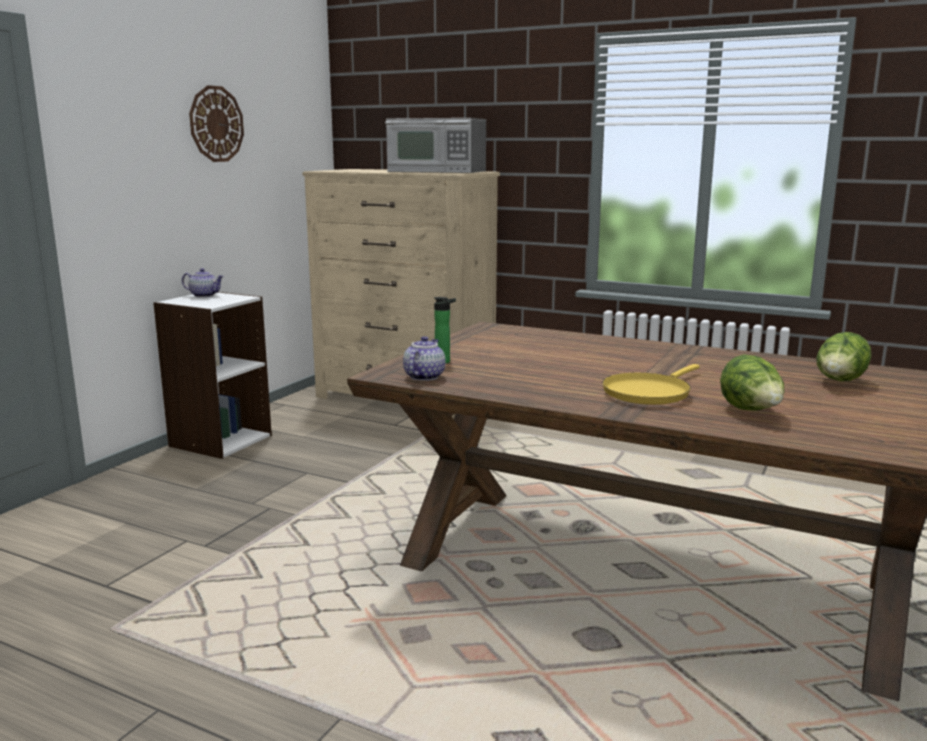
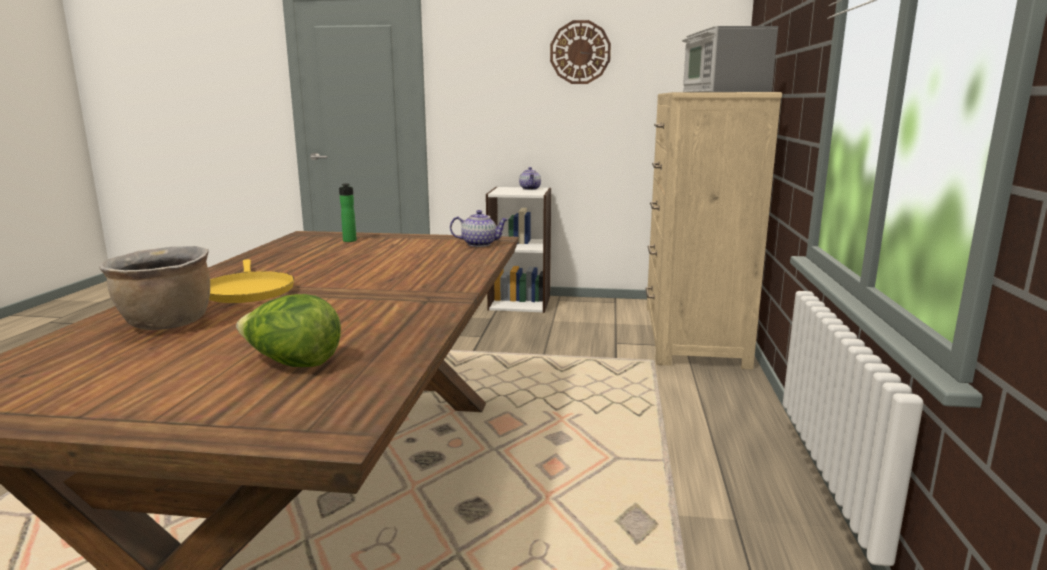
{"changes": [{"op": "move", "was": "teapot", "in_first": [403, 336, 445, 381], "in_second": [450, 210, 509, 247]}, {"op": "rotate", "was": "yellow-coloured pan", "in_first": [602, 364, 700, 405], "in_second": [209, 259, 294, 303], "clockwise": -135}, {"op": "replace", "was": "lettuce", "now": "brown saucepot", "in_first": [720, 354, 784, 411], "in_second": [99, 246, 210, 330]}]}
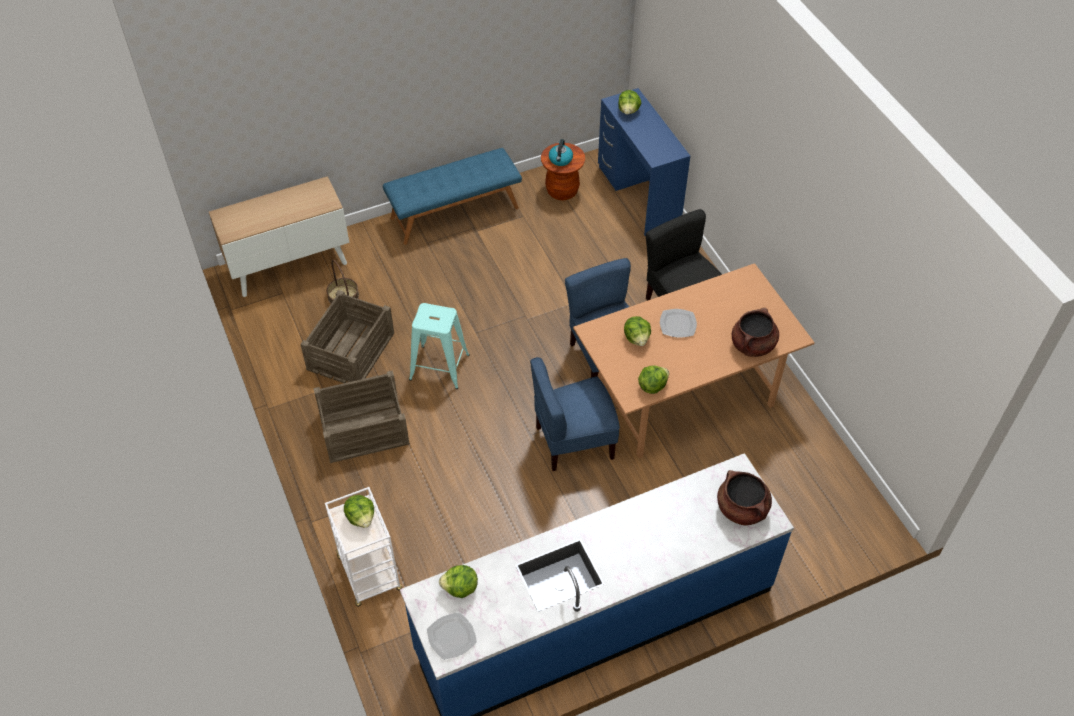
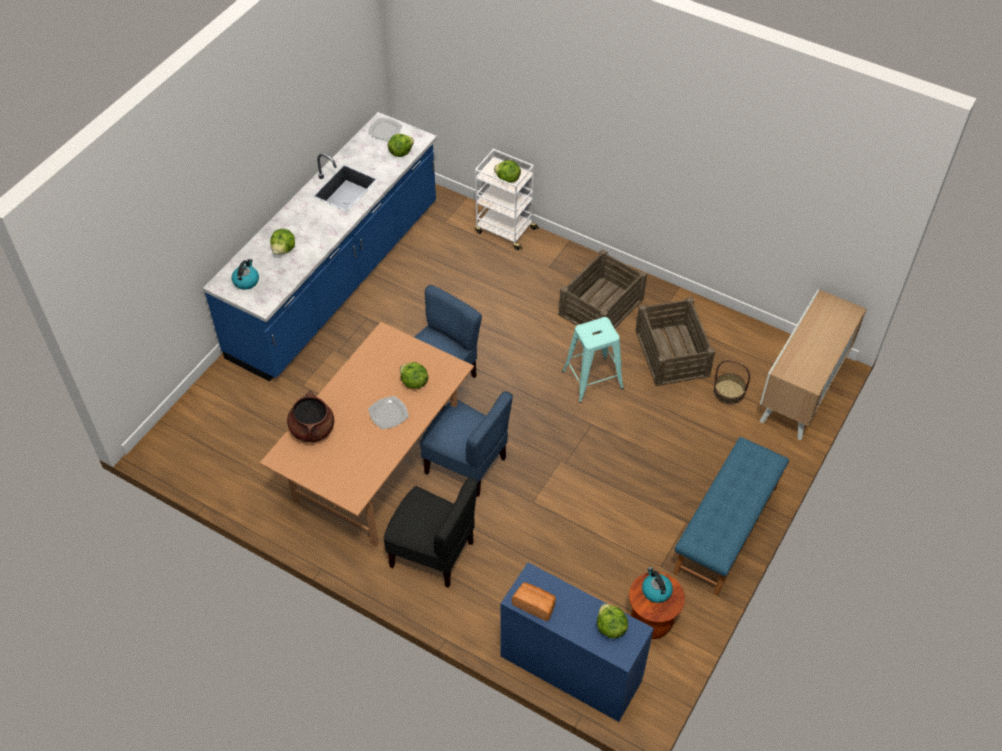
{"changes": [{"op": "move", "was": "lettuce", "in_first": [638, 365, 669, 394], "in_second": [270, 229, 295, 255]}, {"op": "replace", "was": "brown saucepot", "now": "water kettle", "in_first": [717, 470, 772, 525], "in_second": [232, 259, 259, 290]}, {"op": "insert", "now": "bread", "in_second": [512, 582, 556, 621]}]}
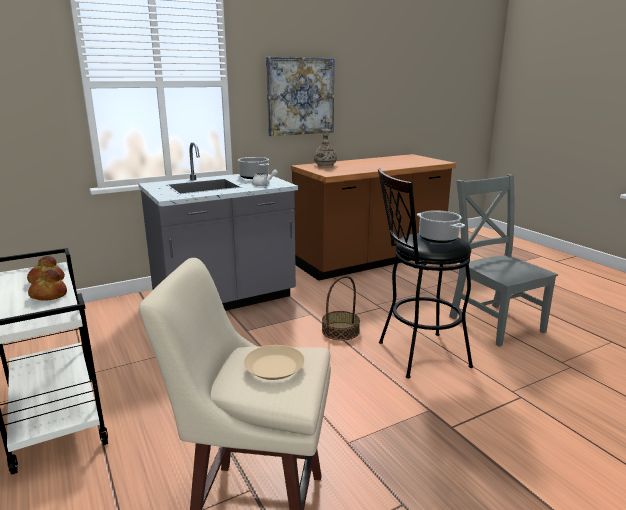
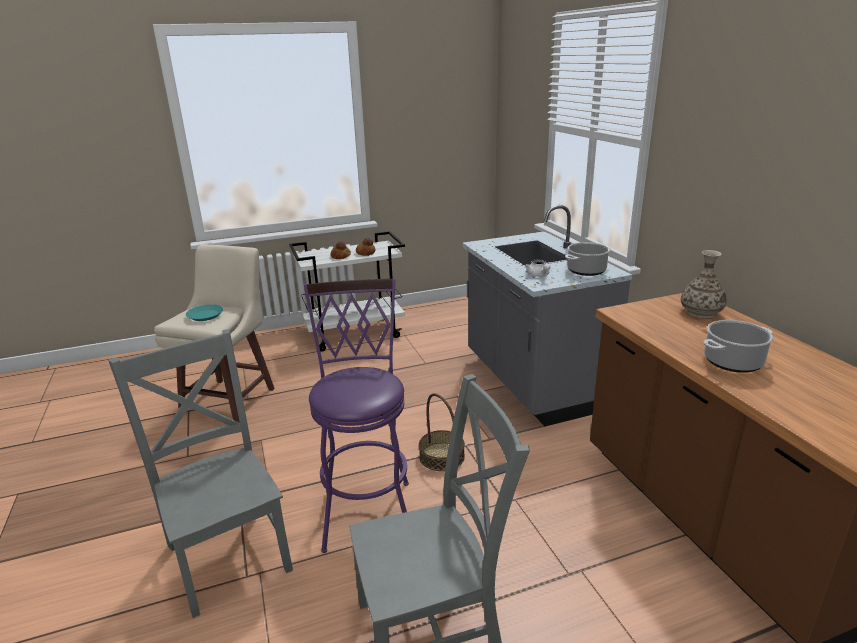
{"changes": [{"op": "recolor", "was": "beige-coloured plate", "now": "turquoise plate", "in_first": [244, 345, 305, 380], "in_second": [186, 304, 223, 321]}, {"op": "delete", "was": "wall art", "in_first": [266, 57, 334, 136]}, {"op": "recolor", "was": "black-coloured sitting stool", "now": "purplish sitting stool", "in_first": [378, 168, 473, 378], "in_second": [304, 279, 409, 553]}, {"op": "move", "was": "saucepot", "in_first": [417, 210, 465, 243], "in_second": [703, 320, 773, 373]}, {"op": "insert", "now": "greyish upright chair", "in_second": [108, 329, 293, 618]}]}
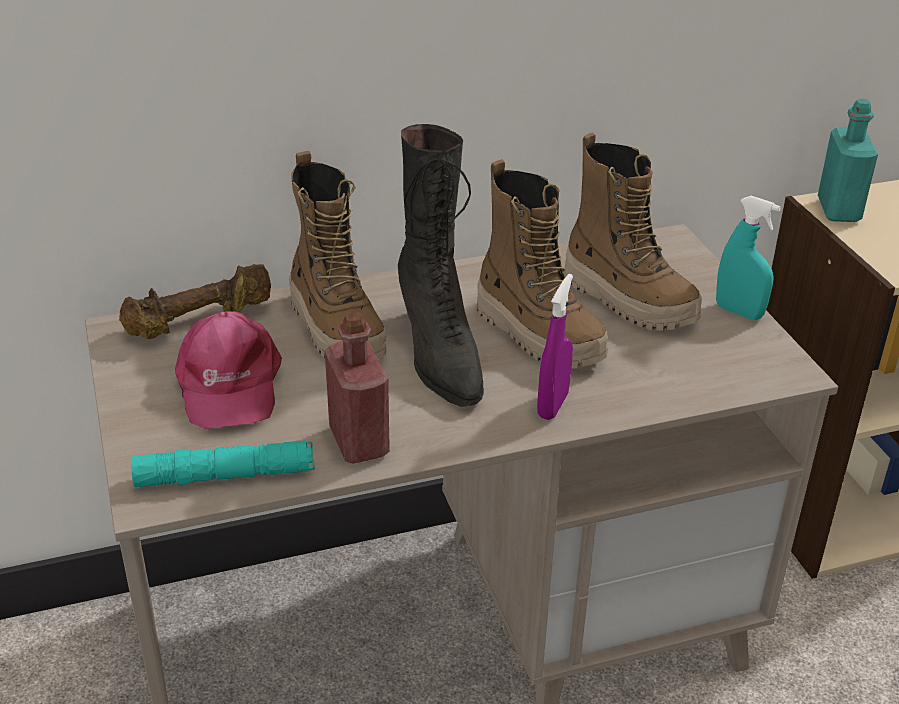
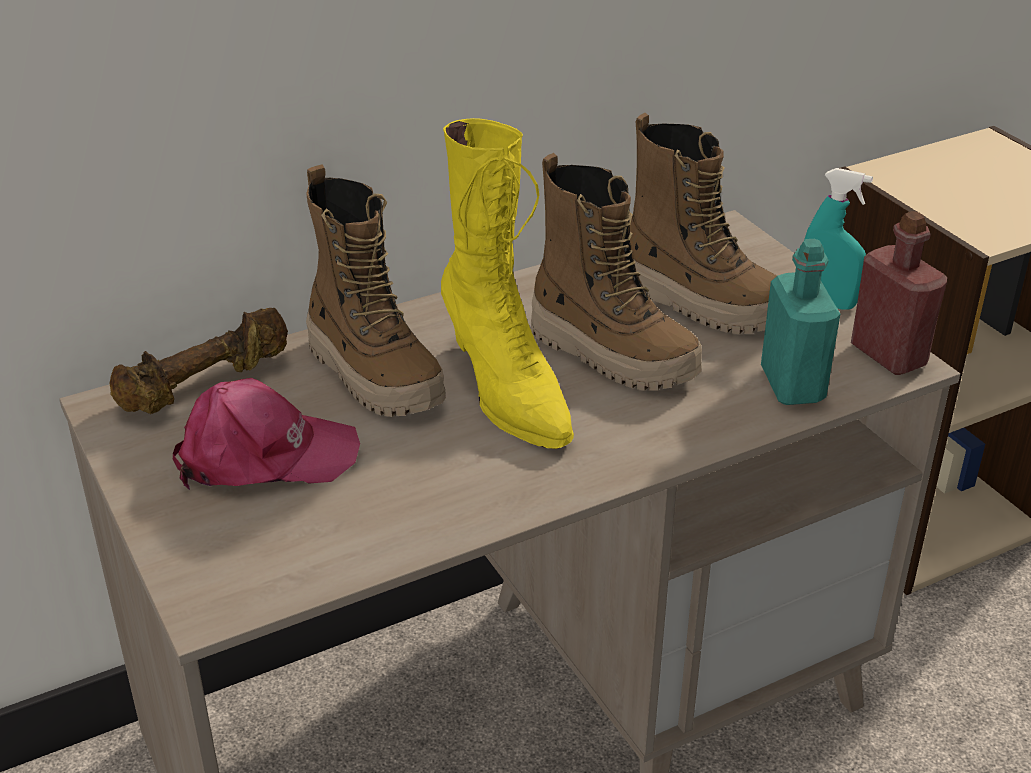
{"changes": [{"op": "delete", "was": "turquoise torch", "in_first": [131, 440, 315, 487]}, {"op": "rotate", "was": "pink-coloured cap", "in_first": [175, 311, 282, 429], "in_second": [173, 378, 360, 490], "clockwise": -75}, {"op": "move", "was": "red beverage bottle", "in_first": [325, 311, 390, 463], "in_second": [851, 211, 947, 375]}, {"op": "recolor", "was": "black-coloured boot", "now": "yellow-coloured boot", "in_first": [398, 124, 484, 408], "in_second": [441, 118, 574, 449]}, {"op": "delete", "was": "purplish spray bottle", "in_first": [537, 274, 573, 420]}, {"op": "move", "was": "turquoise beverage bottle", "in_first": [818, 99, 878, 222], "in_second": [761, 239, 840, 405]}]}
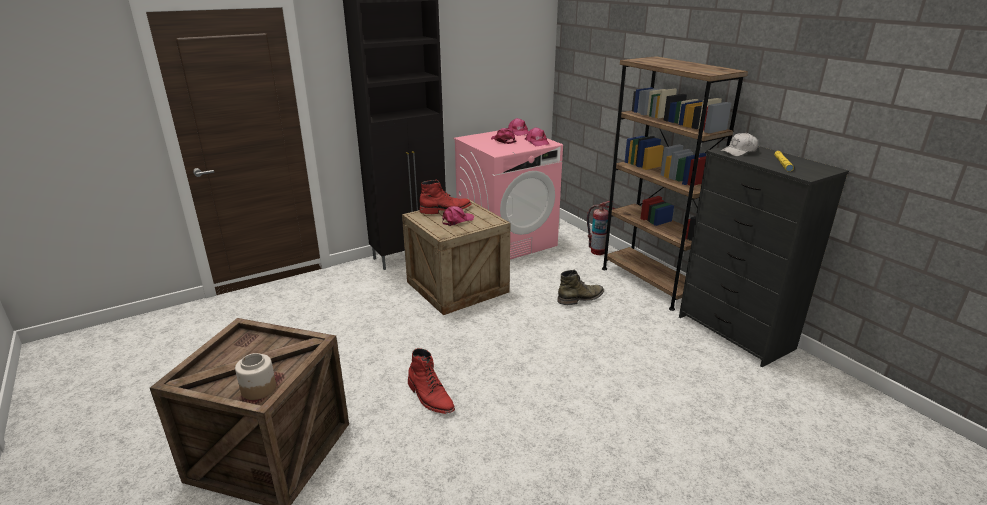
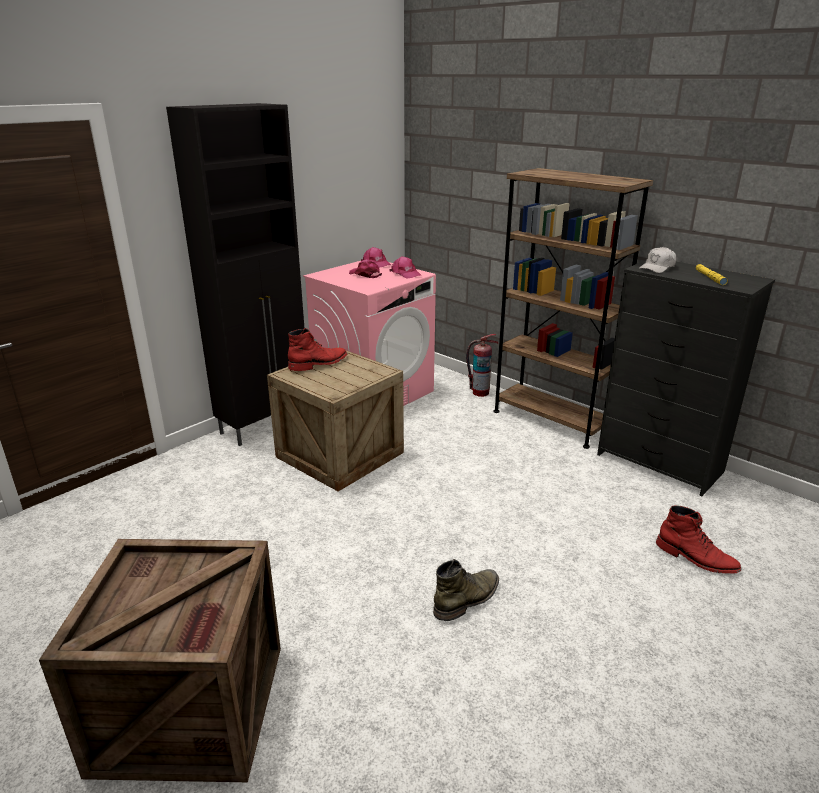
{"changes": [{"op": "delete", "was": "preserve jar", "in_first": [235, 353, 276, 400]}, {"op": "move", "was": "red boot", "in_first": [408, 348, 455, 414], "in_second": [656, 505, 742, 574]}, {"op": "delete", "was": "pink-coloured cap", "in_first": [442, 206, 474, 226]}, {"op": "move", "was": "green boot", "in_first": [557, 269, 604, 305], "in_second": [433, 559, 499, 621]}]}
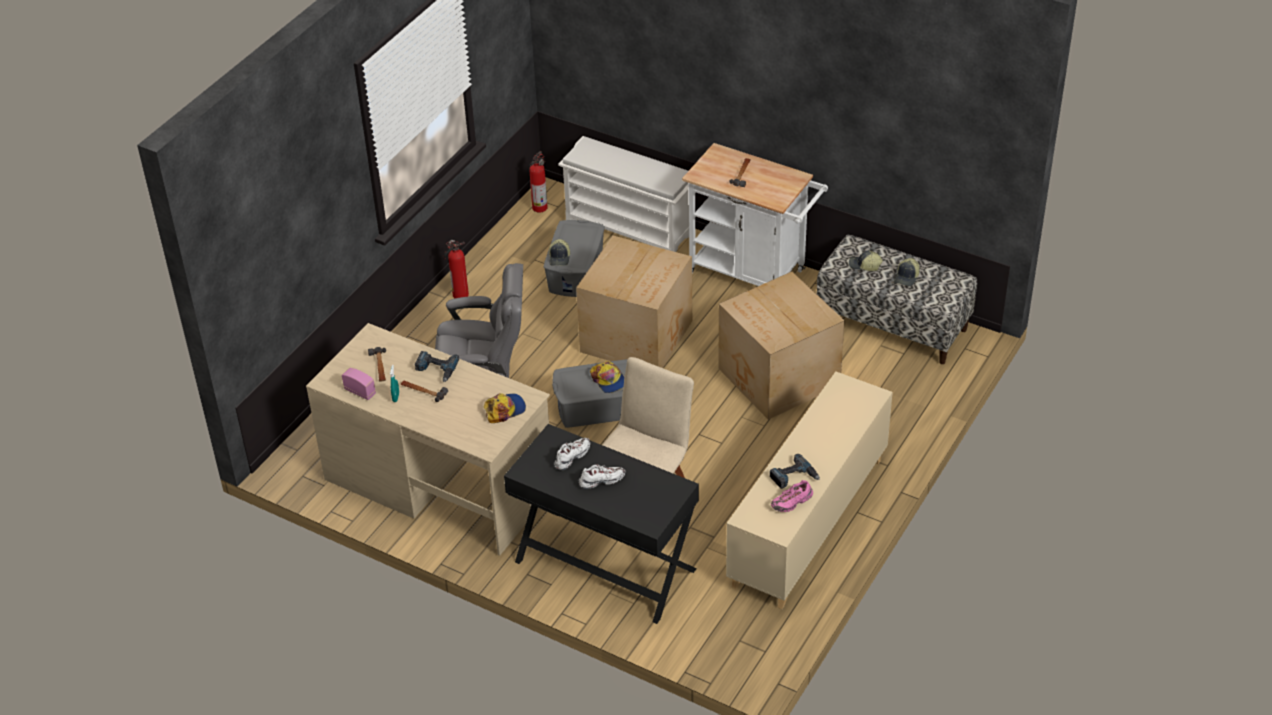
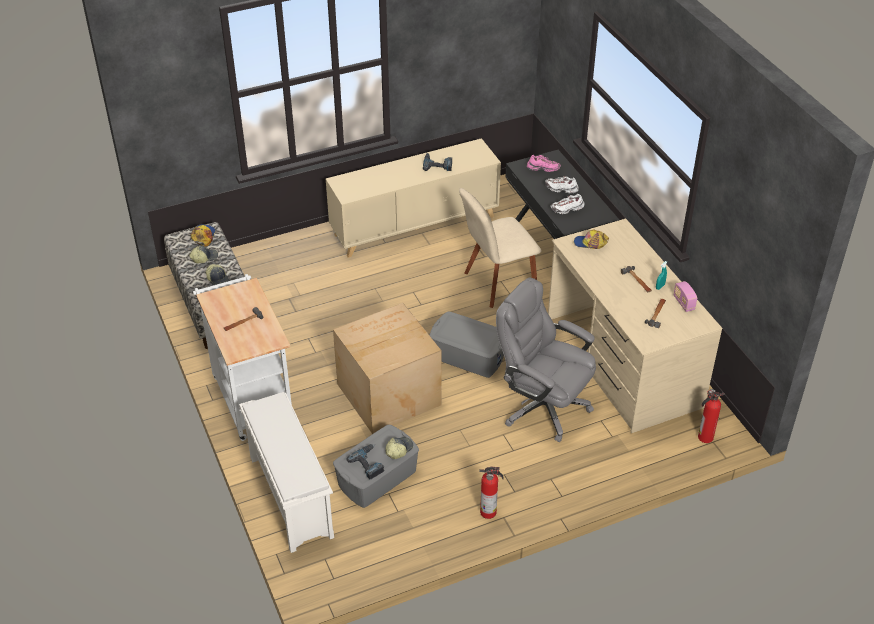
{"changes": [{"op": "move", "was": "electric drill", "in_first": [415, 351, 459, 382], "in_second": [346, 444, 384, 480]}, {"op": "move", "was": "extinguisher", "in_first": [529, 151, 548, 213], "in_second": [698, 389, 725, 443]}, {"op": "move", "was": "cap", "in_first": [590, 361, 624, 393], "in_second": [190, 224, 216, 246]}, {"op": "delete", "was": "carton", "in_first": [718, 272, 845, 420]}, {"op": "move", "was": "pink-coloured shoe", "in_first": [771, 480, 813, 512], "in_second": [527, 155, 561, 172]}]}
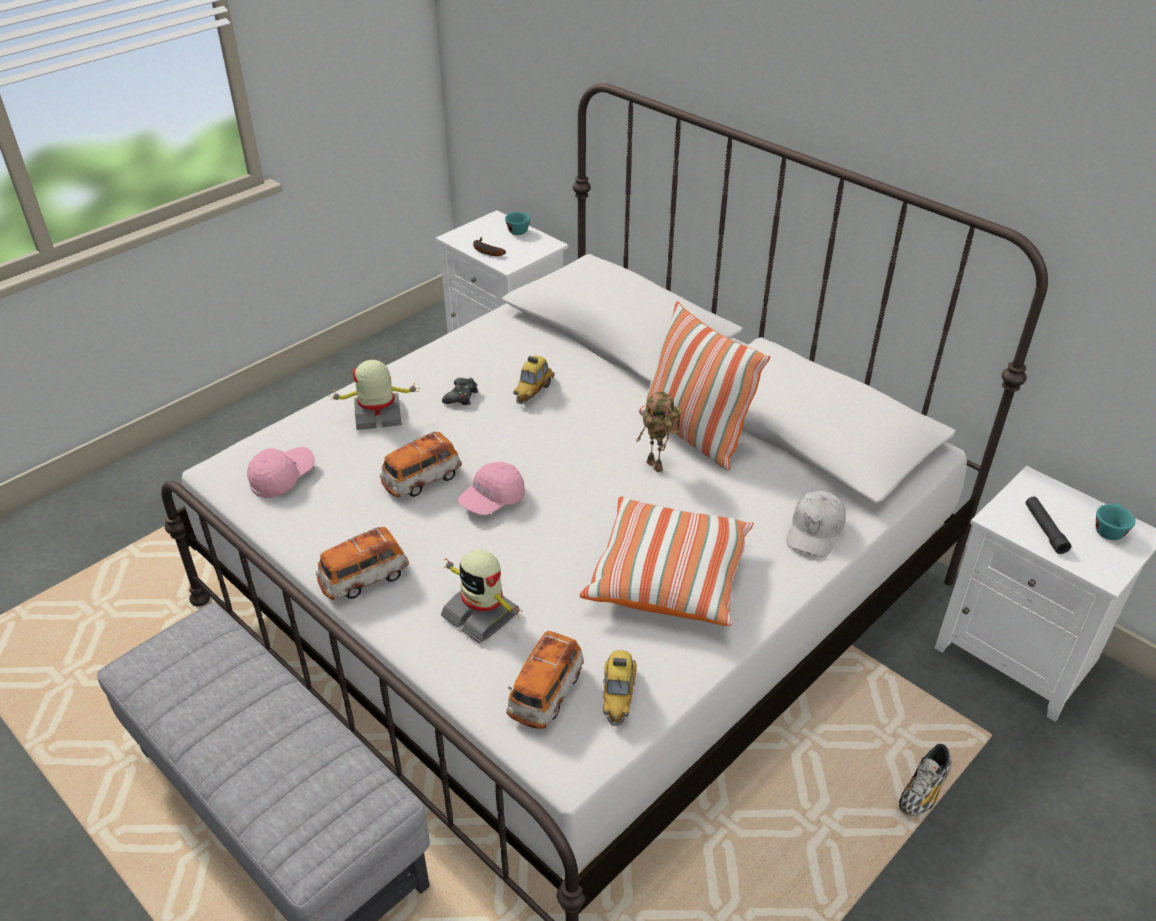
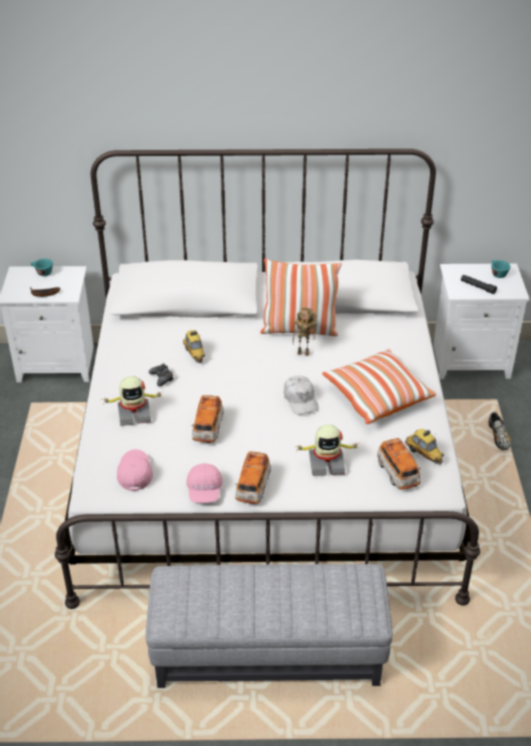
{"changes": [{"op": "rotate", "was": "robot figure", "in_first": [331, 360, 420, 430], "in_second": [103, 376, 163, 426], "clockwise": -135}, {"op": "move", "was": "pink-coloured cap", "in_first": [458, 462, 525, 515], "in_second": [187, 463, 223, 503]}, {"op": "move", "was": "white cap", "in_first": [786, 491, 846, 557], "in_second": [284, 376, 319, 415]}]}
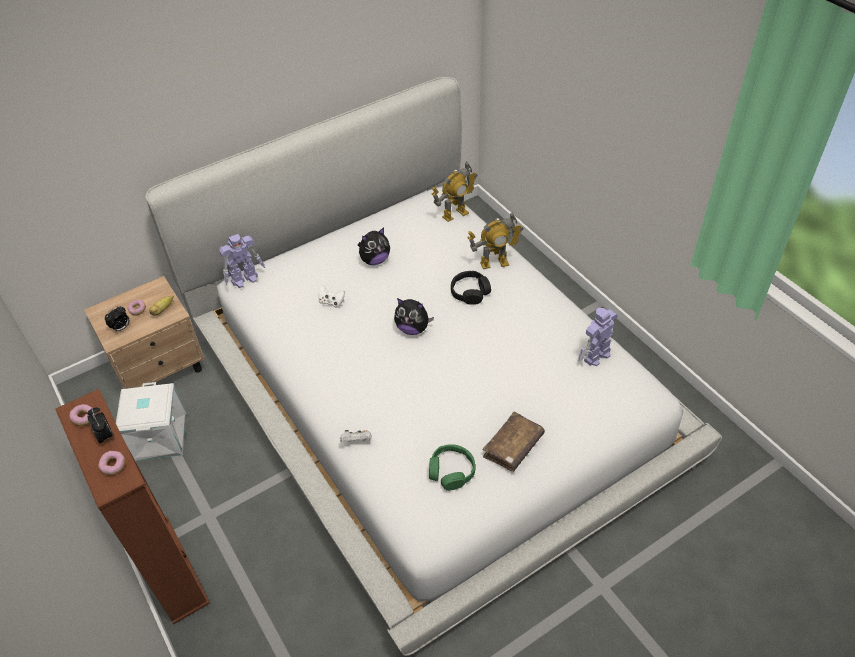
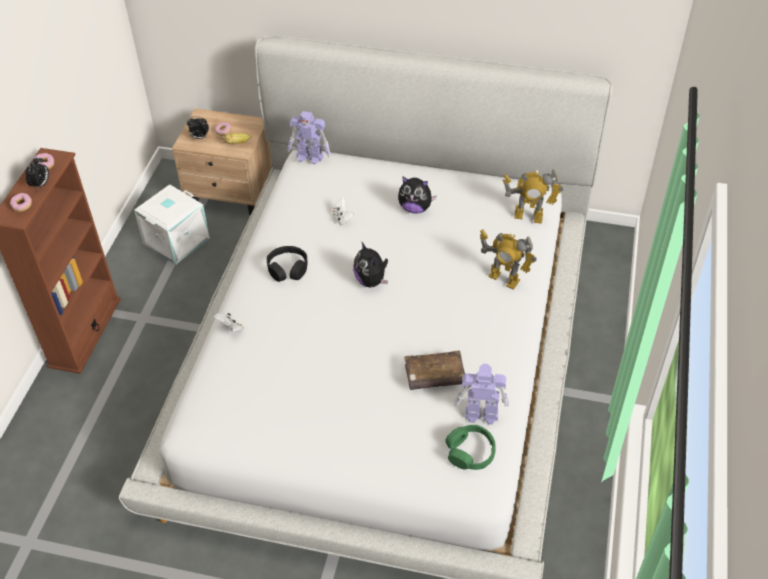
{"changes": [{"op": "move", "was": "green headset", "in_first": [429, 444, 475, 491], "in_second": [445, 425, 496, 470]}, {"op": "move", "was": "black-coloured headset", "in_first": [451, 271, 491, 305], "in_second": [267, 246, 308, 282]}, {"op": "move", "was": "brown bound book", "in_first": [482, 412, 545, 472], "in_second": [404, 350, 465, 390]}]}
